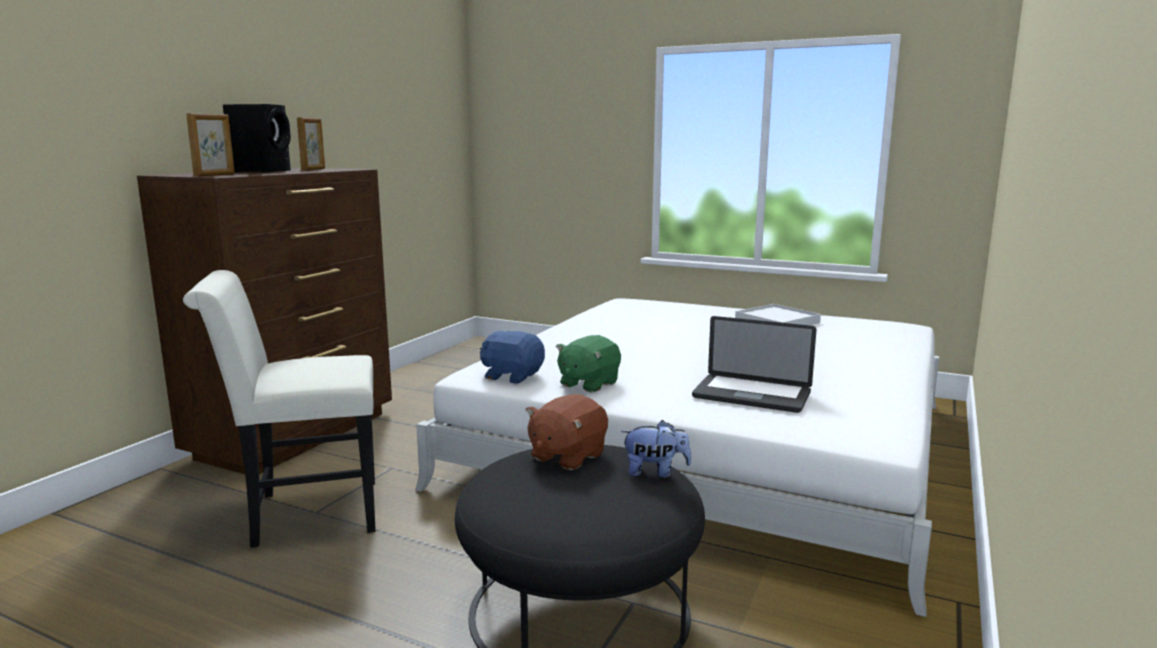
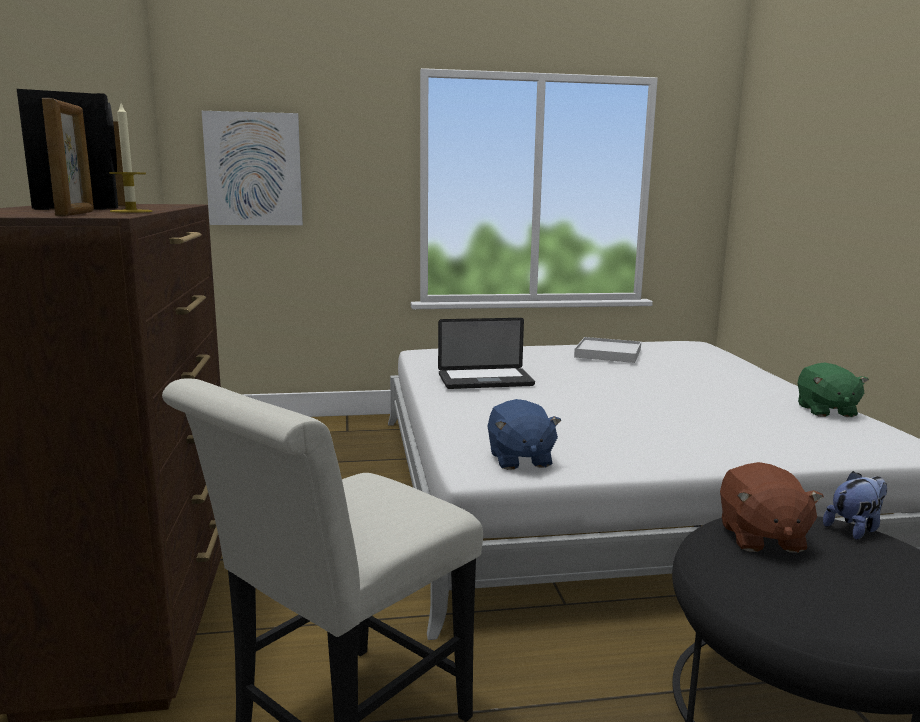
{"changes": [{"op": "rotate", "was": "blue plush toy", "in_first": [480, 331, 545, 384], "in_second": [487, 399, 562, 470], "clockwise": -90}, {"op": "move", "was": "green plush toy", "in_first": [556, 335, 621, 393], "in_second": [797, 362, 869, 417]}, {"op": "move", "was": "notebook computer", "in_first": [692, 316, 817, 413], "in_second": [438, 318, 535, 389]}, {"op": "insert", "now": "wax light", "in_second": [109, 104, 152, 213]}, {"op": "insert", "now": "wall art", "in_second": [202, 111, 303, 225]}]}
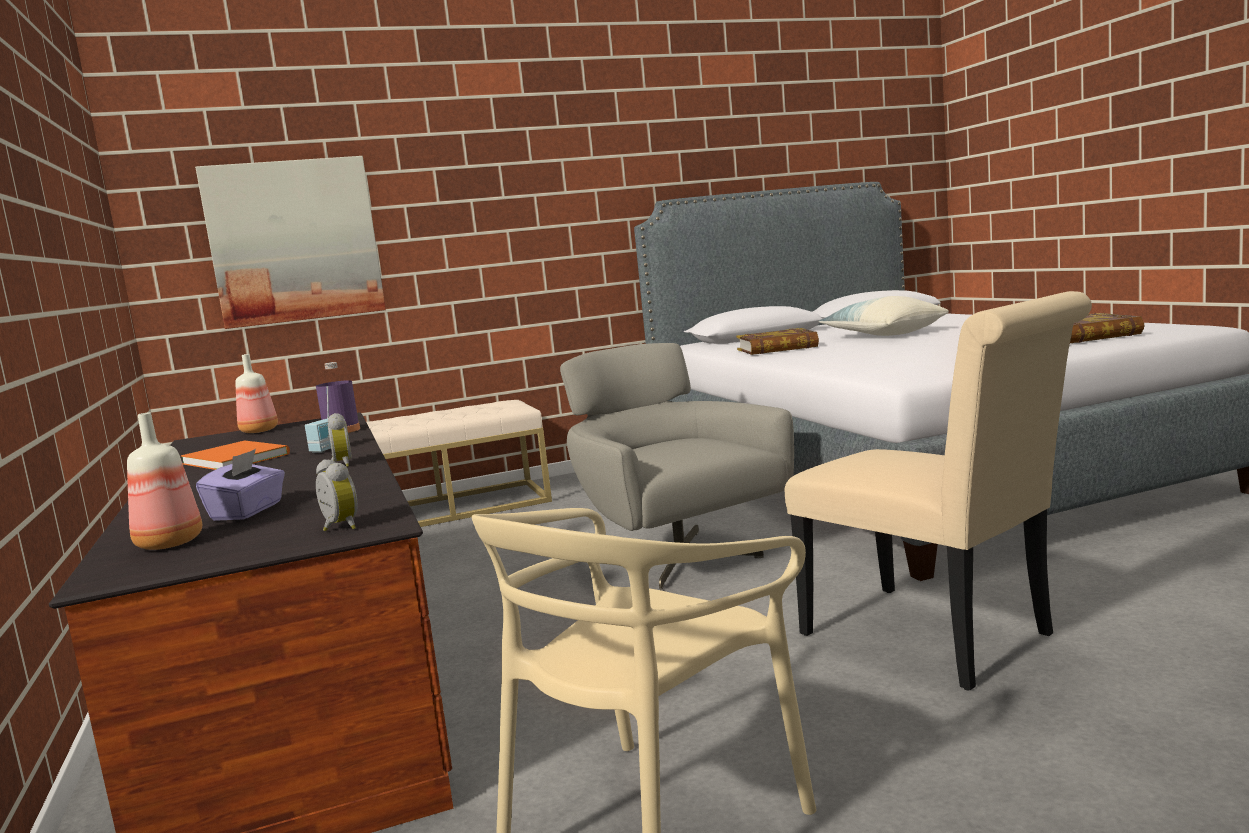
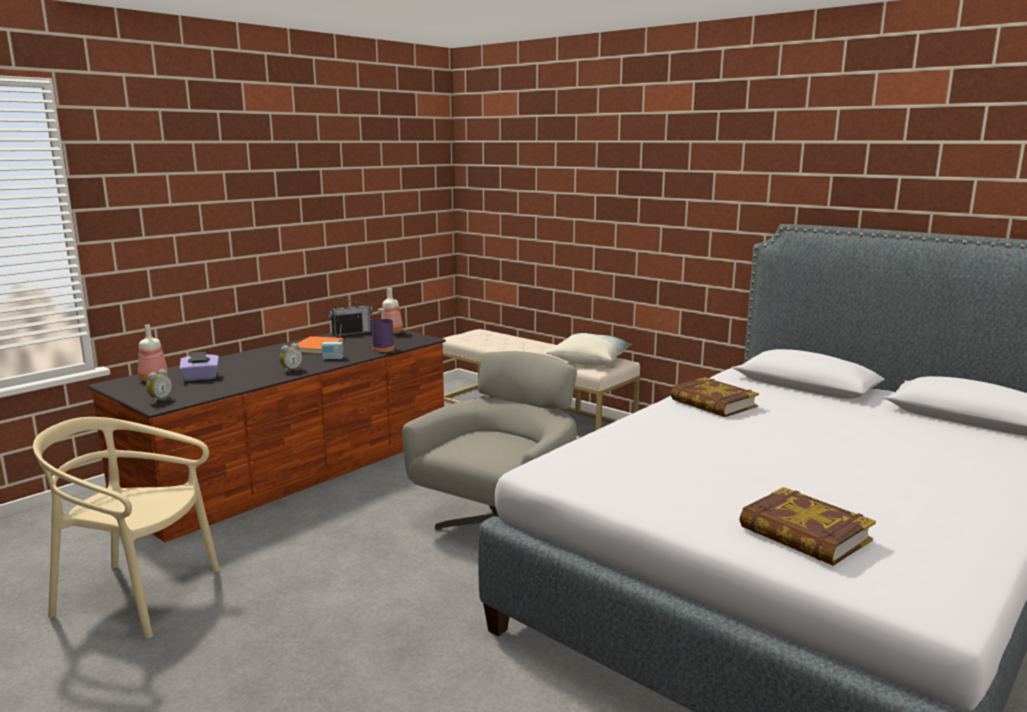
{"changes": [{"op": "delete", "was": "wall art", "in_first": [195, 156, 386, 329]}, {"op": "delete", "was": "beige-coloured upright chair", "in_first": [784, 291, 1092, 690]}, {"op": "move", "was": "throw pillow", "in_first": [819, 296, 949, 336], "in_second": [546, 333, 632, 365]}, {"op": "insert", "now": "radio", "in_second": [328, 297, 373, 336]}]}
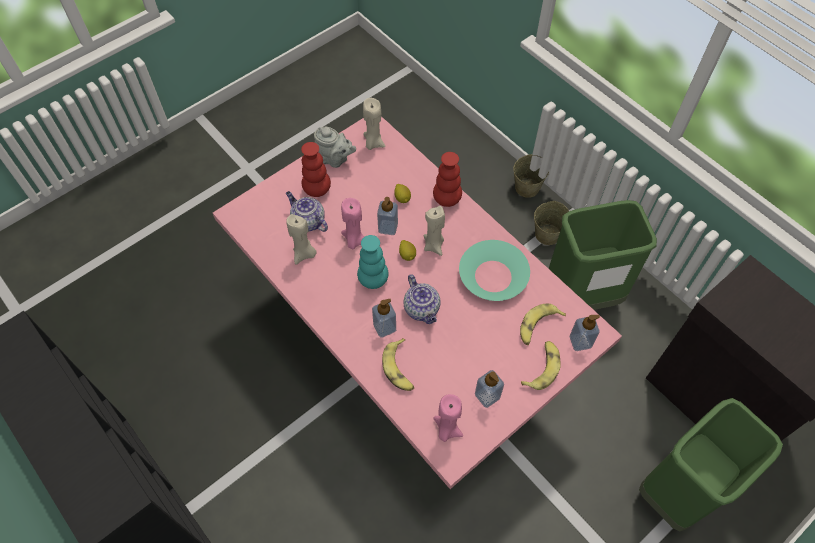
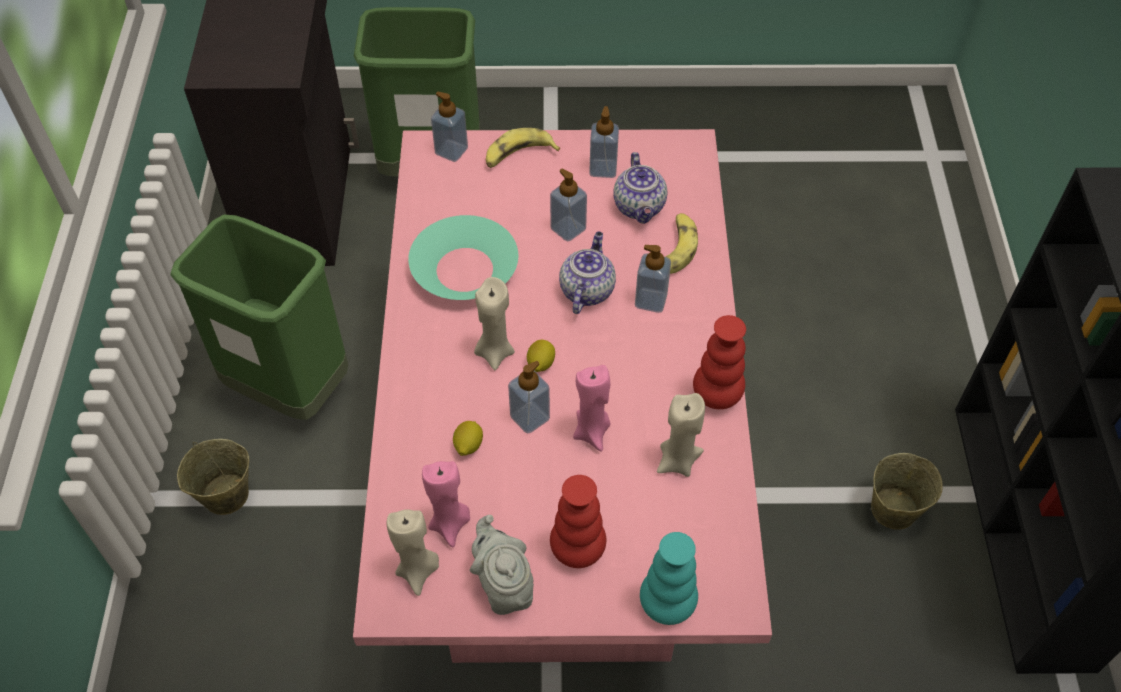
{"changes": [{"op": "move", "was": "teapot", "in_first": [286, 191, 328, 232], "in_second": [613, 152, 667, 224]}, {"op": "move", "was": "turquoise decorative vase", "in_first": [357, 235, 389, 289], "in_second": [640, 532, 698, 625]}, {"op": "move", "was": "red decorative vase", "in_first": [433, 152, 462, 207], "in_second": [693, 315, 746, 409]}, {"op": "move", "was": "pink-coloured wax light", "in_first": [434, 394, 463, 442], "in_second": [422, 461, 470, 547]}, {"op": "move", "was": "beige-coloured bucket", "in_first": [513, 154, 549, 198], "in_second": [871, 453, 943, 530]}, {"op": "delete", "was": "whole banana", "in_first": [520, 304, 566, 345]}, {"op": "insert", "now": "soap dispenser", "in_second": [550, 168, 587, 241]}]}
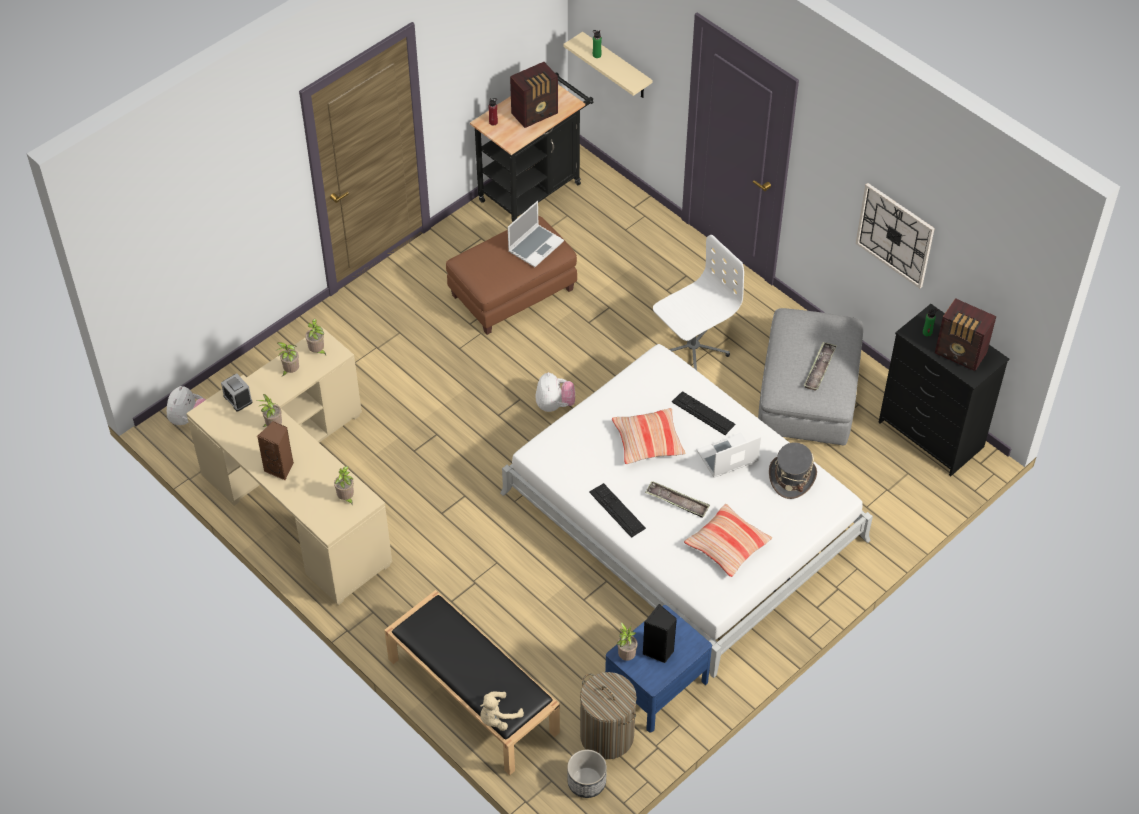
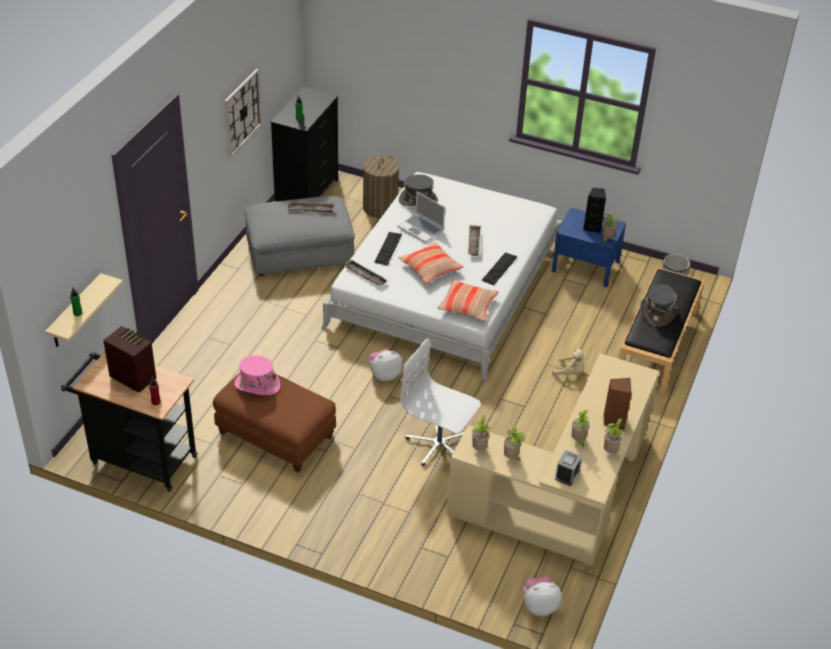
{"changes": [{"op": "move", "was": "plant in a pot", "in_first": [334, 466, 354, 505], "in_second": [604, 418, 625, 453]}, {"op": "move", "was": "beige-coloured plush toy", "in_first": [480, 691, 524, 731], "in_second": [552, 349, 585, 375]}, {"op": "replace", "was": "notebook computer", "now": "pink-coloured clothing hat", "in_first": [508, 201, 564, 267], "in_second": [234, 355, 280, 395]}, {"op": "move", "was": "hamper", "in_first": [580, 672, 637, 759], "in_second": [363, 156, 399, 218]}, {"op": "move", "was": "white office chair", "in_first": [653, 235, 744, 370], "in_second": [401, 338, 481, 466]}, {"op": "move", "was": "throw pillow", "in_first": [684, 504, 772, 577], "in_second": [437, 280, 499, 321]}, {"op": "delete", "was": "radio", "in_first": [935, 298, 996, 371]}, {"op": "insert", "now": "serving tray", "in_second": [344, 259, 388, 285]}, {"op": "insert", "now": "greyish clothing hat", "in_second": [640, 284, 678, 327]}]}
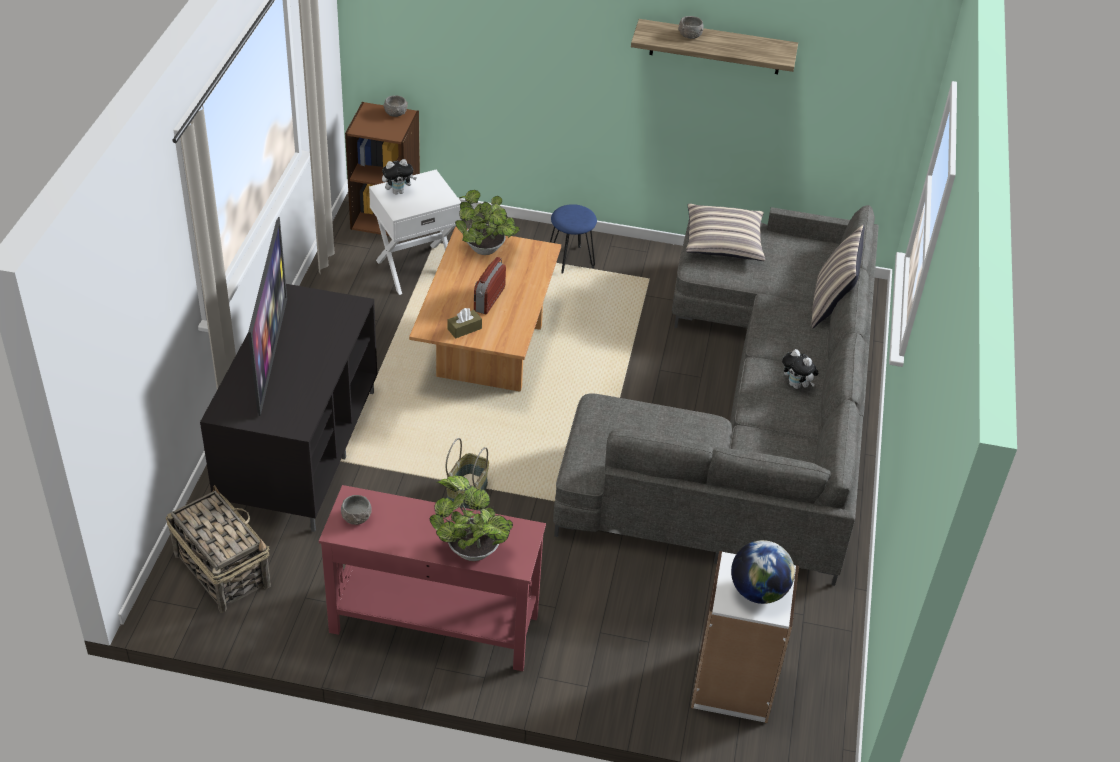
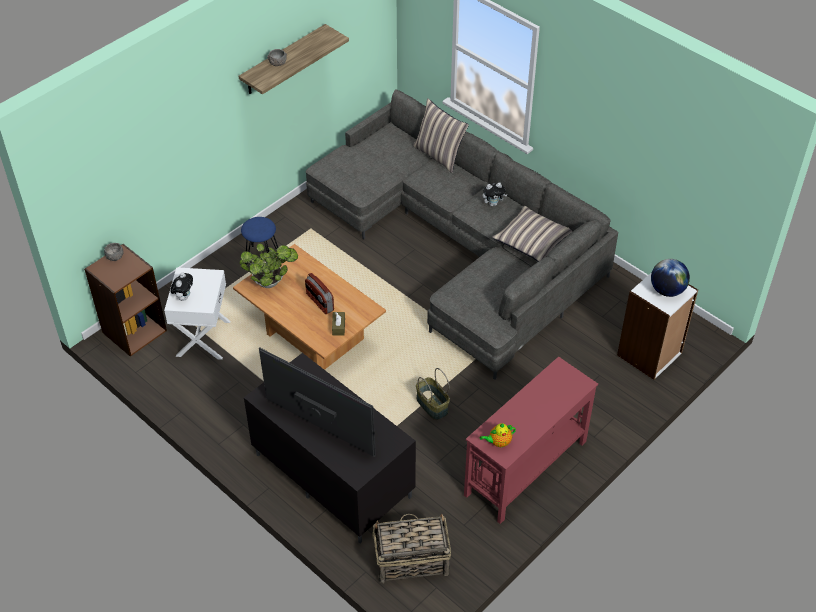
{"changes": [{"op": "replace", "was": "greyish deep dish", "now": "teapot", "in_first": [341, 495, 372, 525], "in_second": [480, 423, 516, 447]}, {"op": "delete", "was": "plant in a pot", "in_first": [430, 476, 513, 561]}, {"op": "move", "was": "throw pillow", "in_first": [686, 203, 765, 261], "in_second": [492, 206, 572, 262]}]}
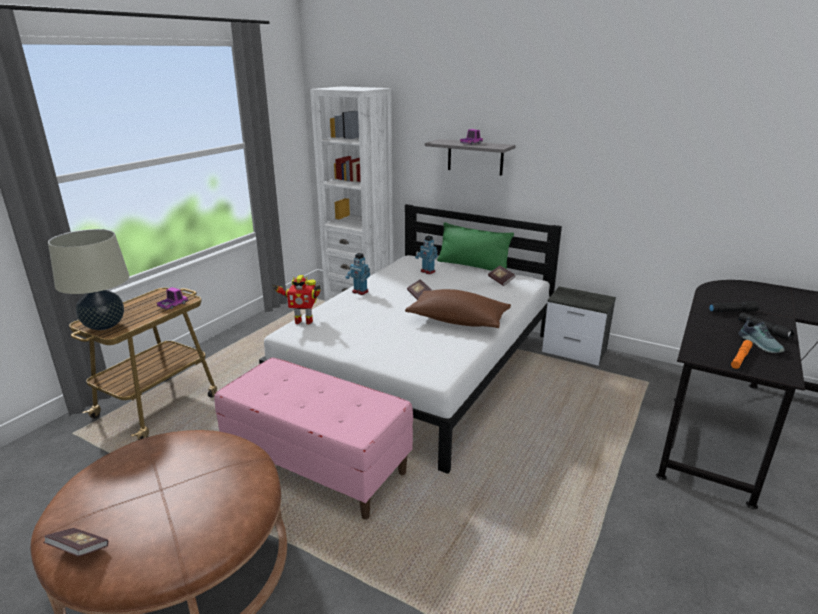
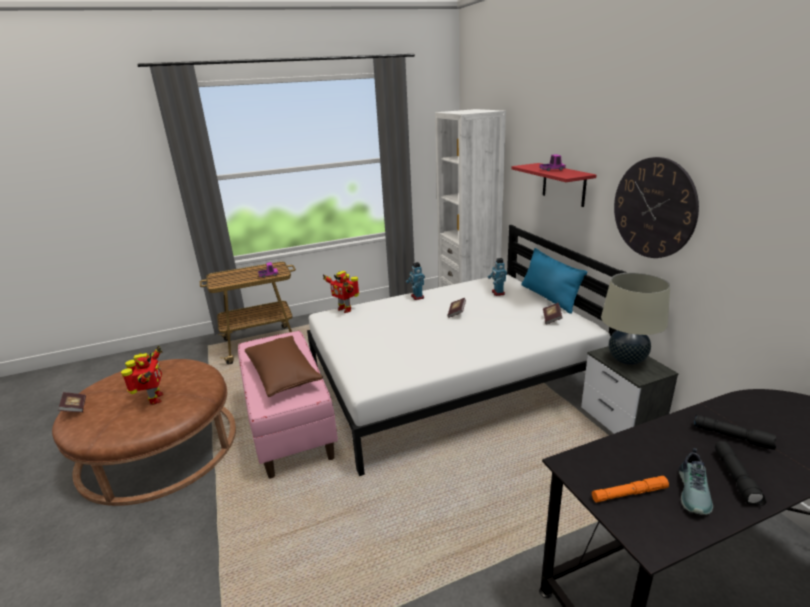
{"changes": [{"op": "move", "was": "beige-coloured tabletop lamp", "in_first": [48, 229, 129, 330], "in_second": [601, 272, 670, 365]}, {"op": "move", "was": "brown throw pillow", "in_first": [405, 289, 511, 328], "in_second": [245, 336, 323, 397]}, {"op": "recolor", "was": "greyish bracket shelf", "now": "red bracket shelf", "in_first": [425, 139, 516, 176], "in_second": [512, 163, 596, 207]}, {"op": "recolor", "was": "green throw pillow", "now": "blue throw pillow", "in_first": [437, 222, 514, 271], "in_second": [521, 248, 587, 314]}, {"op": "insert", "now": "robot figure", "in_second": [121, 346, 164, 405]}, {"op": "insert", "now": "hanging clock", "in_second": [614, 157, 699, 258]}]}
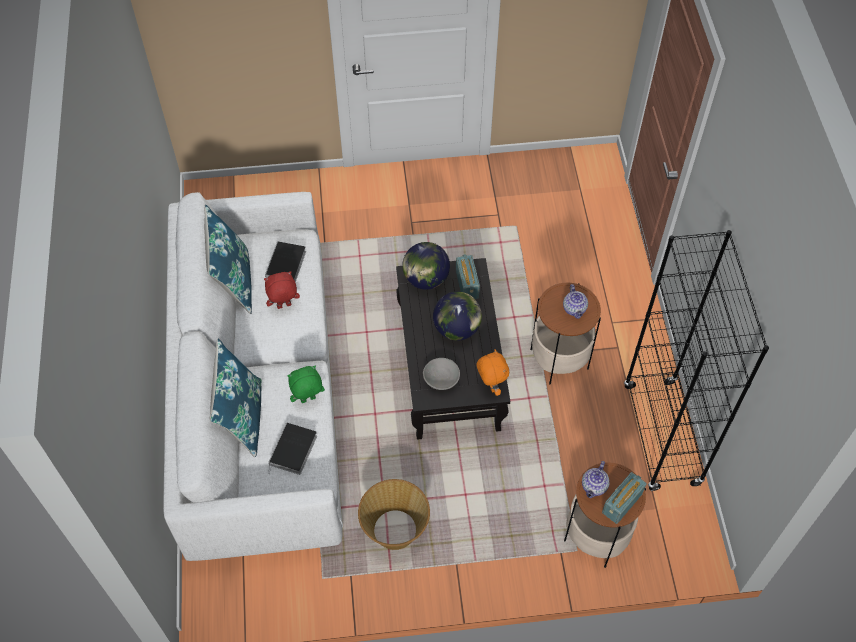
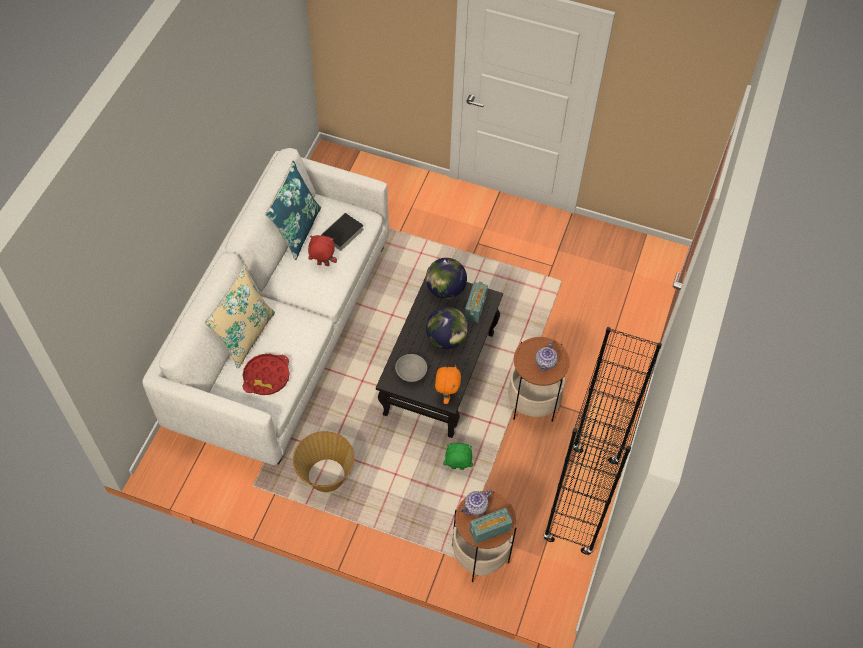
{"changes": [{"op": "recolor", "was": "blue throw pillow", "now": "beige-coloured throw pillow", "in_first": [210, 339, 261, 457], "in_second": [205, 265, 275, 369]}, {"op": "replace", "was": "bound book", "now": "red serving tray", "in_first": [268, 422, 317, 475], "in_second": [243, 354, 290, 395]}, {"op": "move", "was": "green plush toy", "in_first": [287, 366, 325, 403], "in_second": [443, 443, 473, 470]}]}
